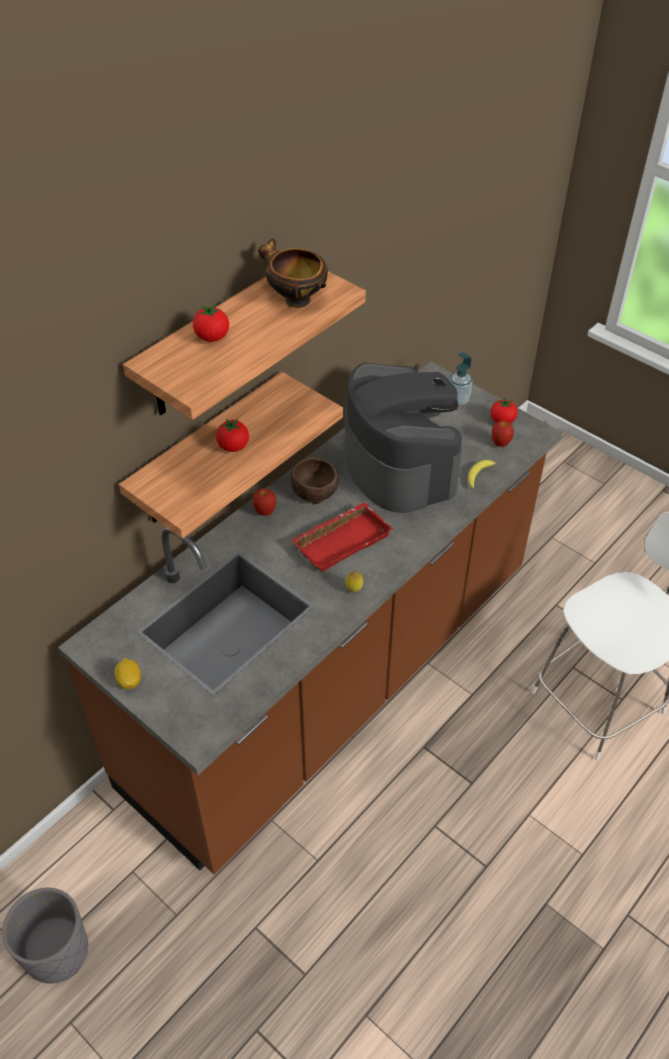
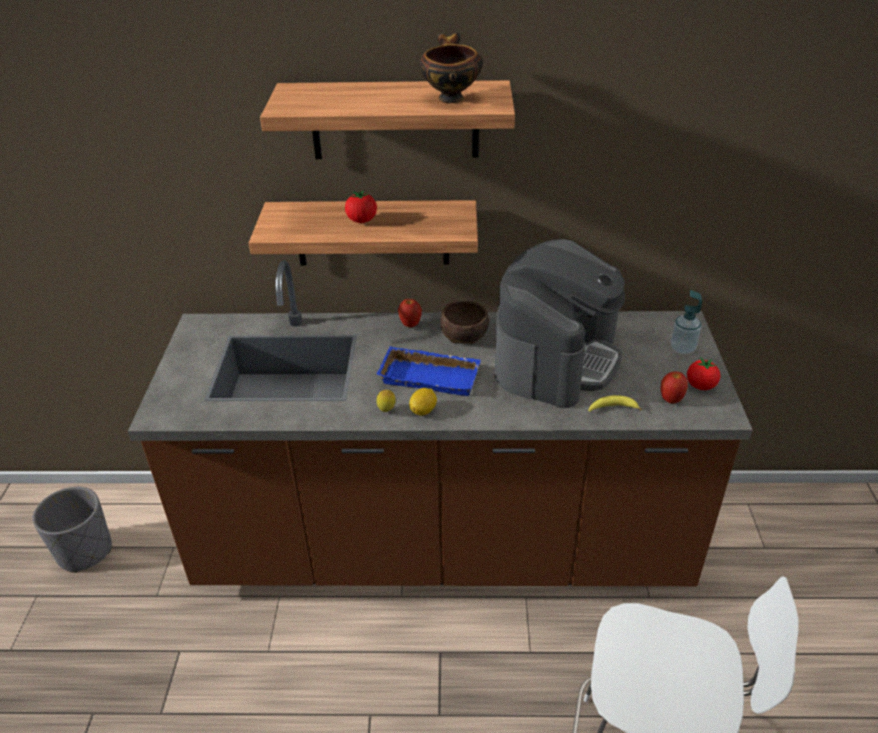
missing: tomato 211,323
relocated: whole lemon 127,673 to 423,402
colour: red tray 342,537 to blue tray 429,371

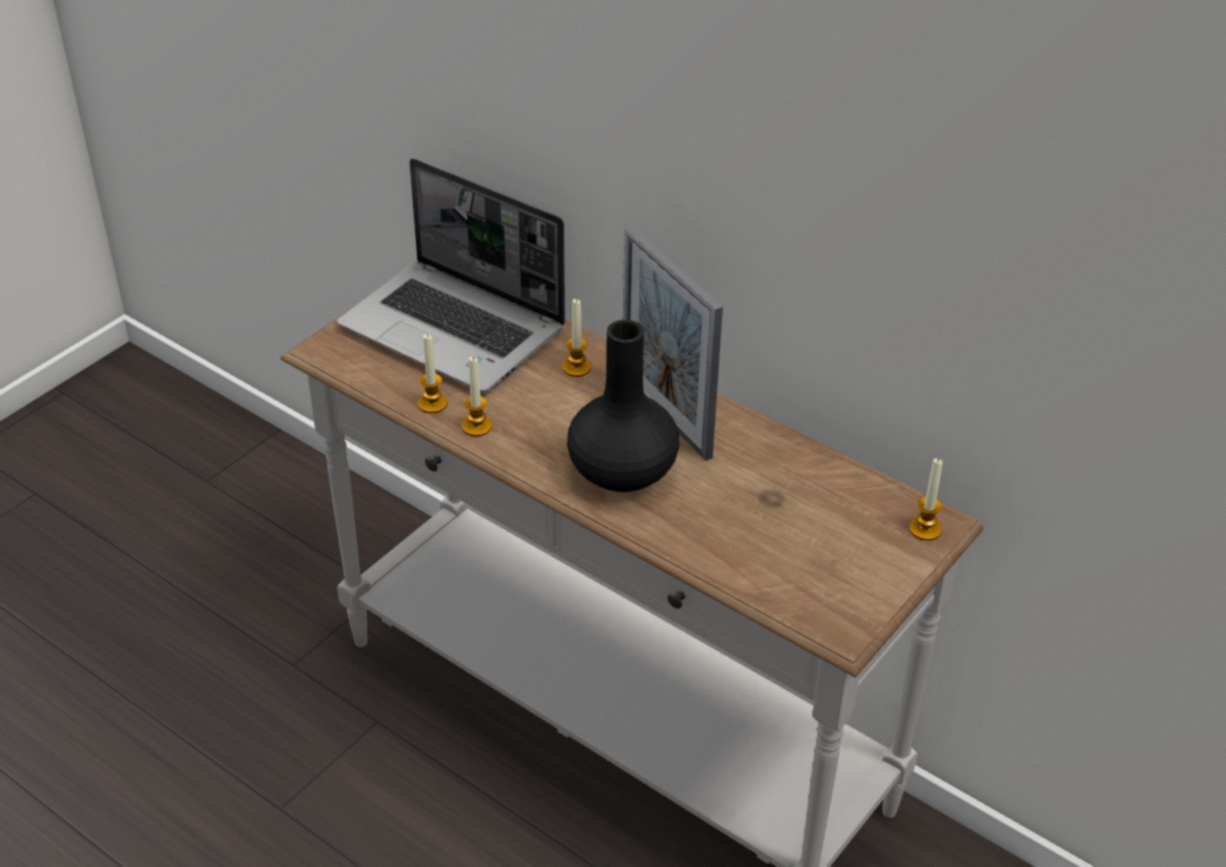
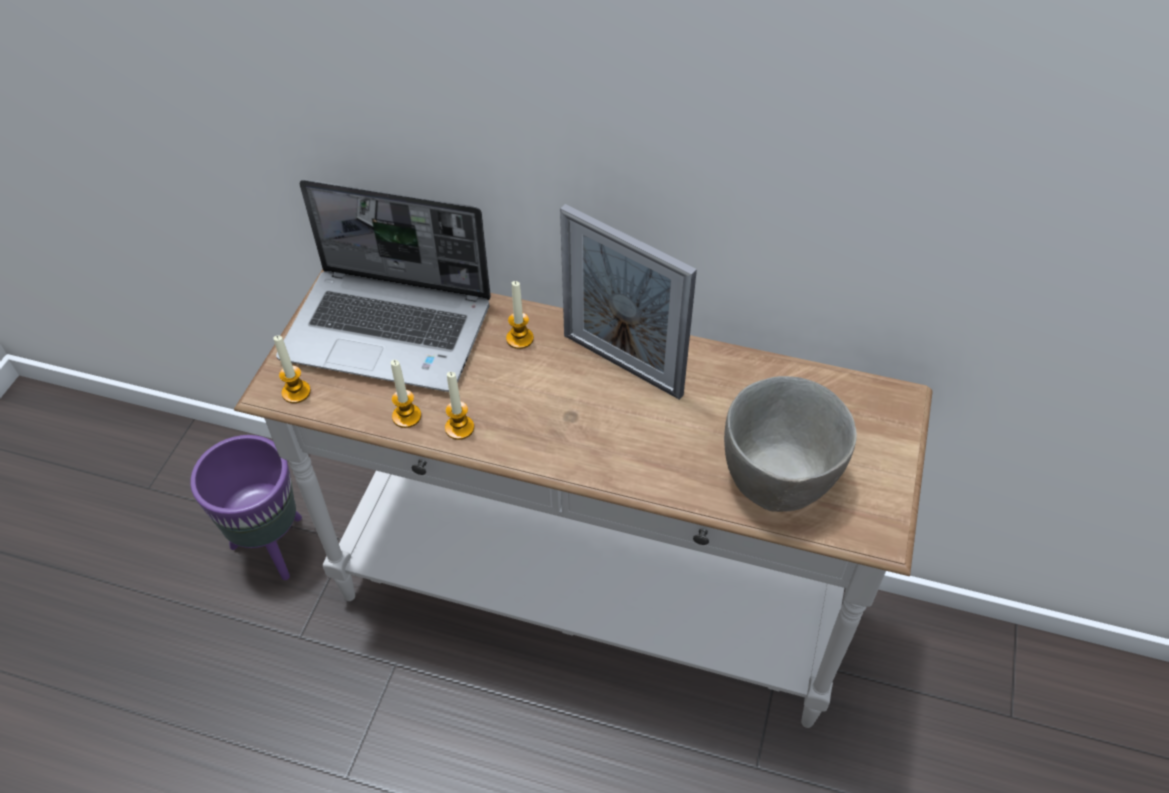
missing: black decorative vase 623,406
appeared: purple planter 246,507; gray bowl 790,444
relocated: wax light 926,499 to 292,369

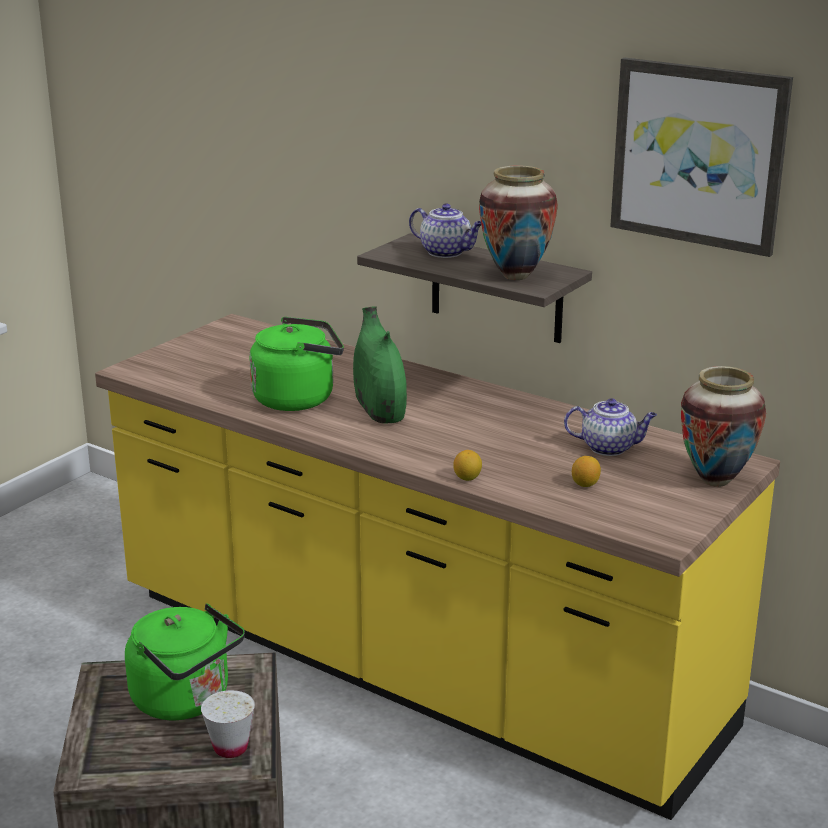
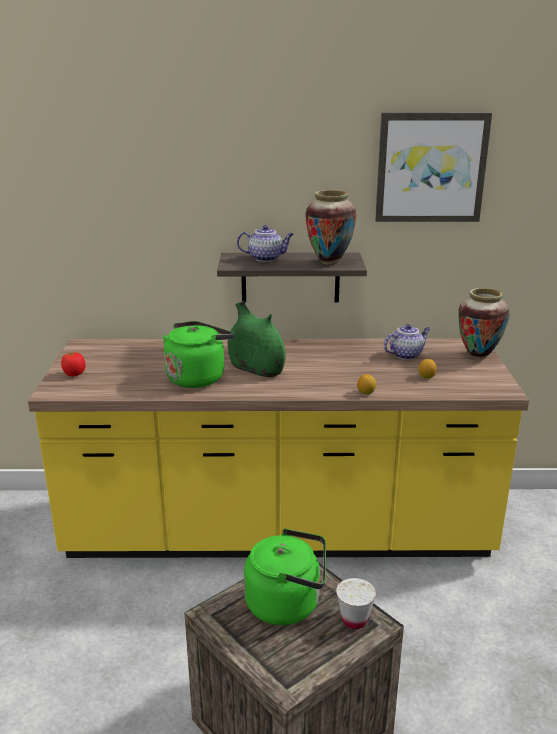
appeared: tomato 73,364

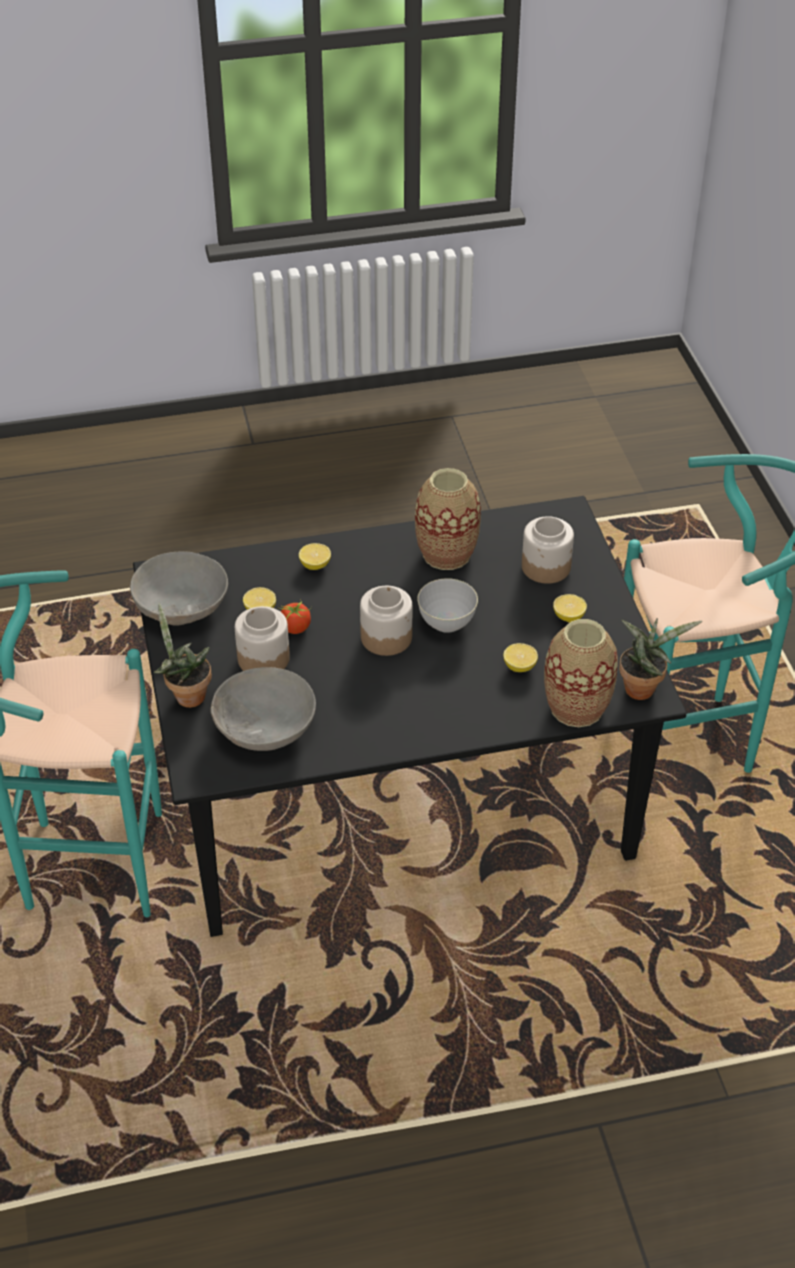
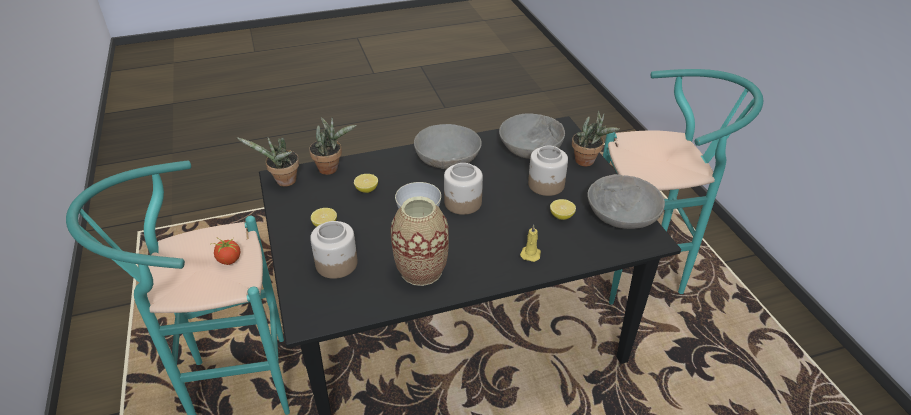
appeared: gray bowl 448,147
relocated: tomato 295,616 to 225,251
exchanged: whole lemon 315,556 to yellow-coloured wax light 530,243; decorative vase 581,673 to houseplant 333,146

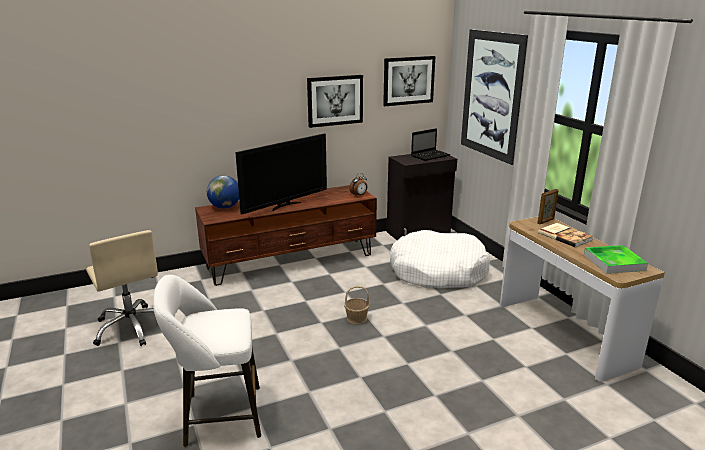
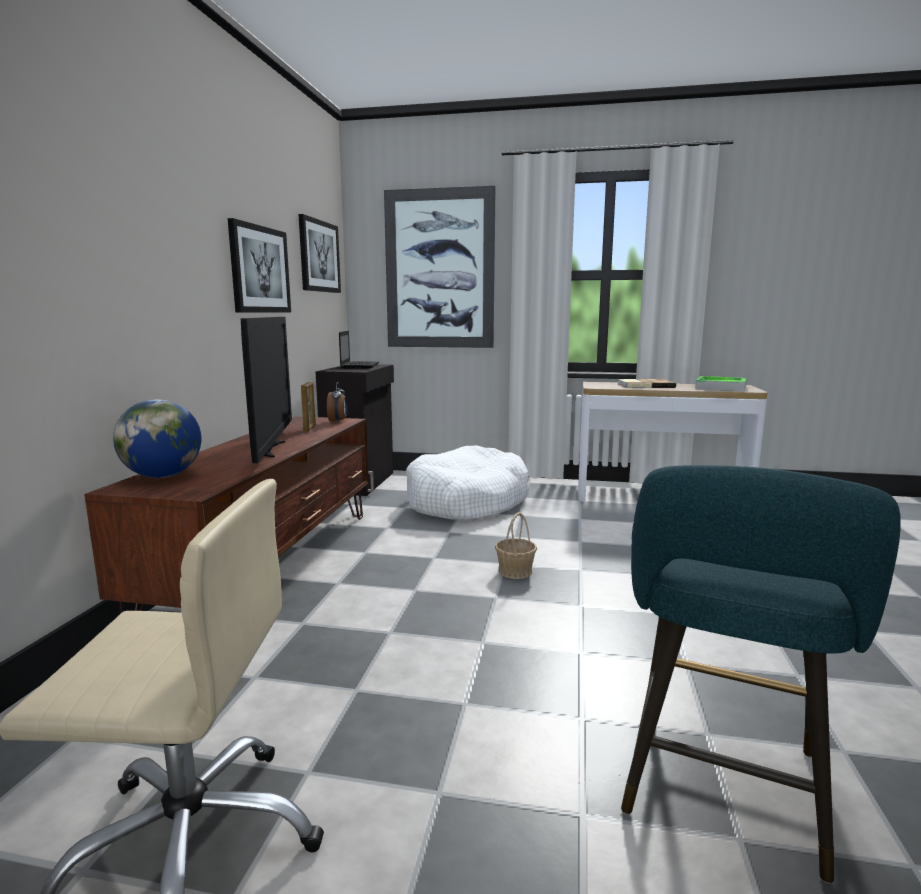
relocated: standing frame 547,206 to 308,407
colour: white stool seat 207,361 to turquoise-coloured stool seat 761,674

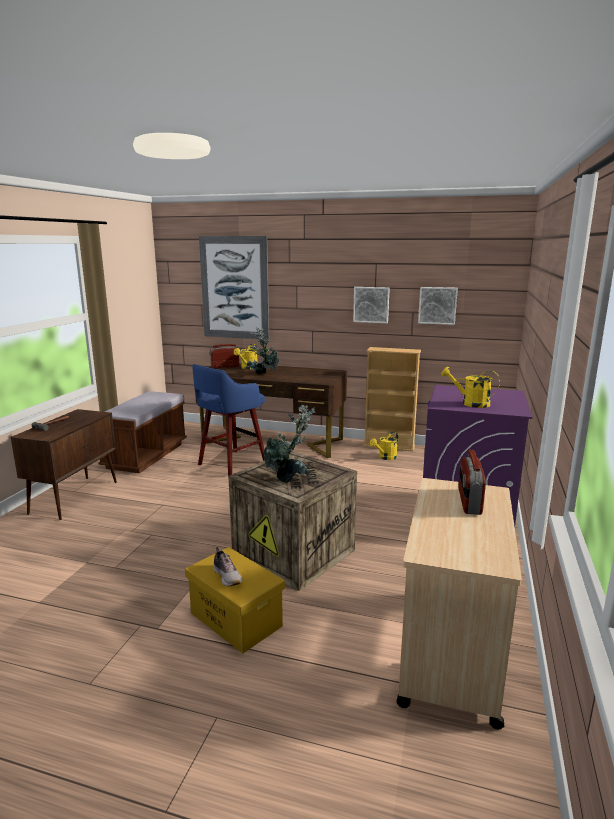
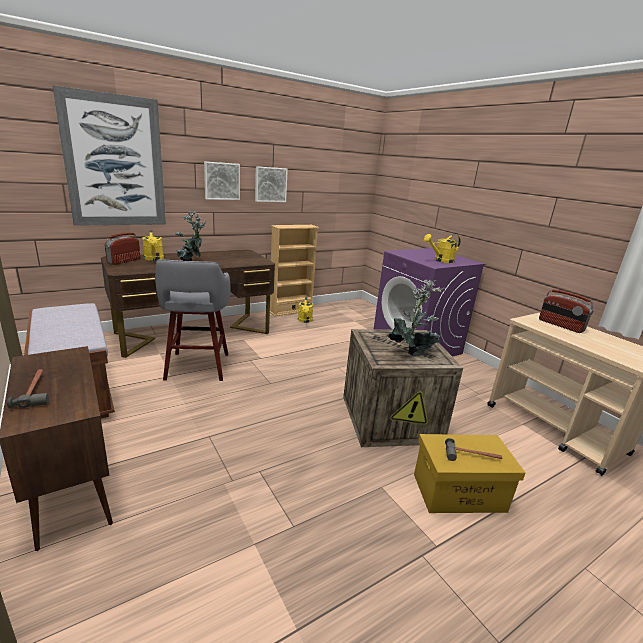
relocated: picture 438,306 to 222,181
exchanged: item of footwear 228,567 to tool hammer 473,449
colour: blue stool seat 229,420 to gray stool seat 193,320

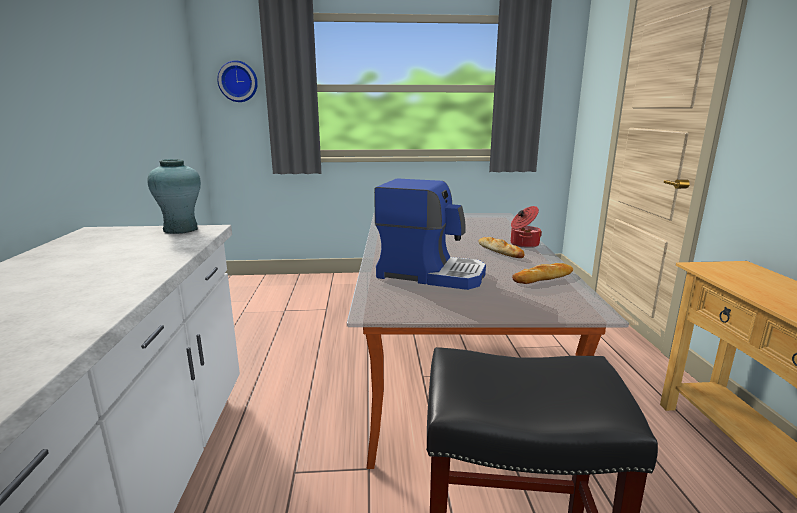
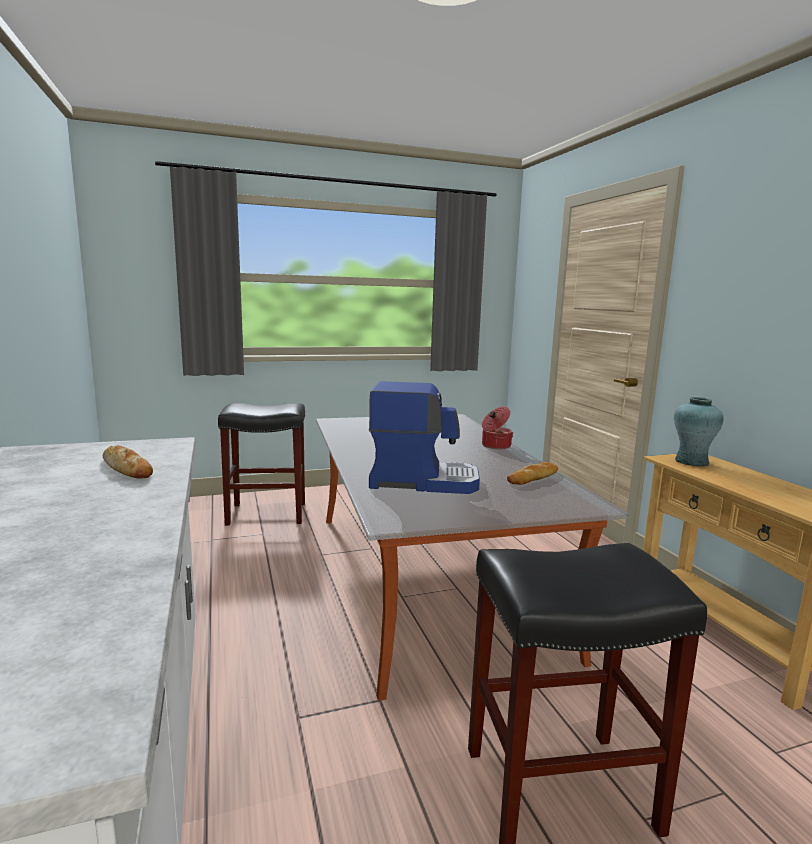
missing: clock on the wall 237,81
appeared: black stool seat 261,464
relocated: turquoise-coloured decorative vase 174,196 to 698,431; bread 501,247 to 128,461

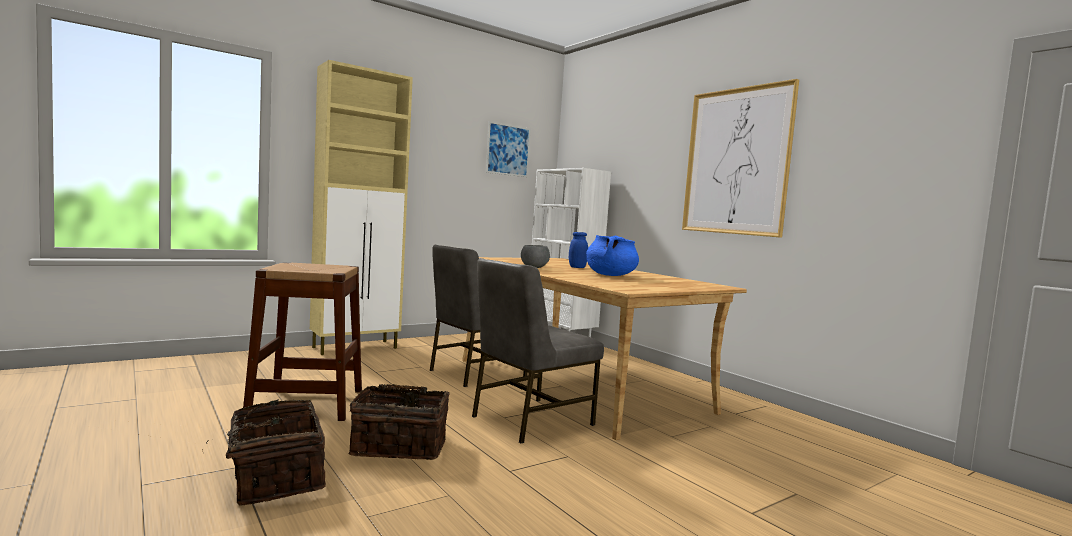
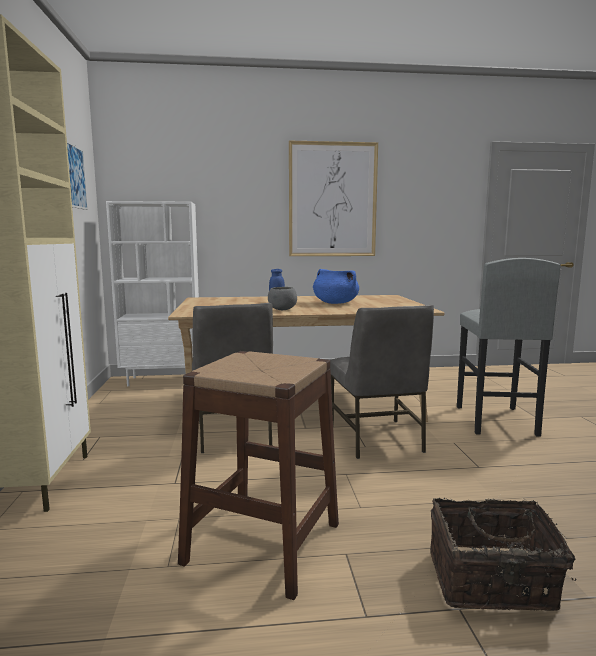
missing: basket 399,422
appeared: gray stool seat 509,347

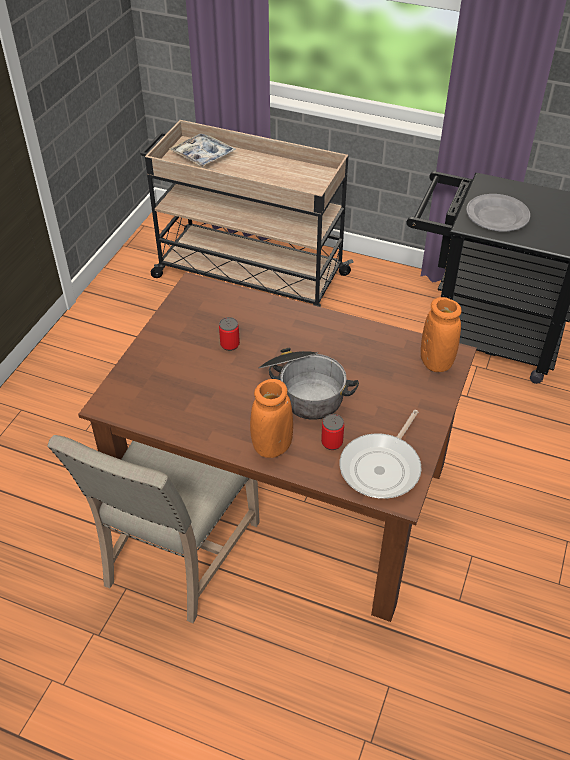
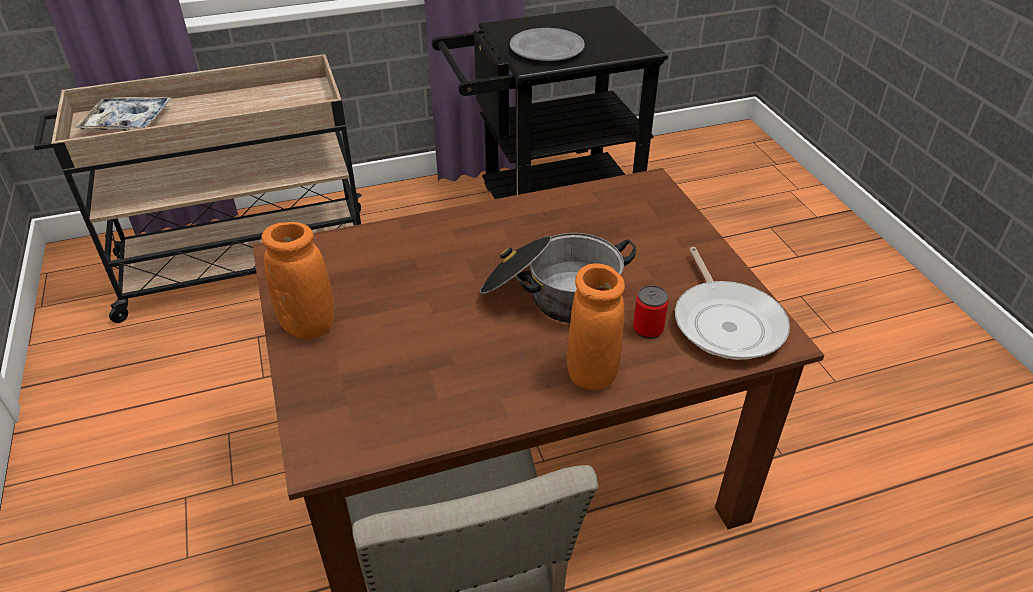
missing: sealed can 229,334
relocated: orange decorative vase 441,334 to 298,281

